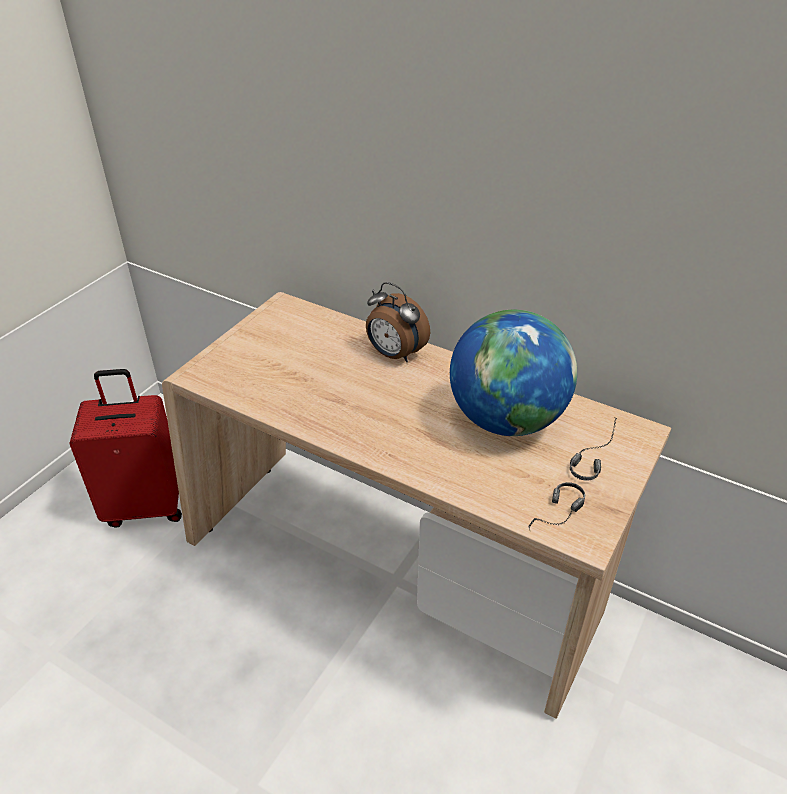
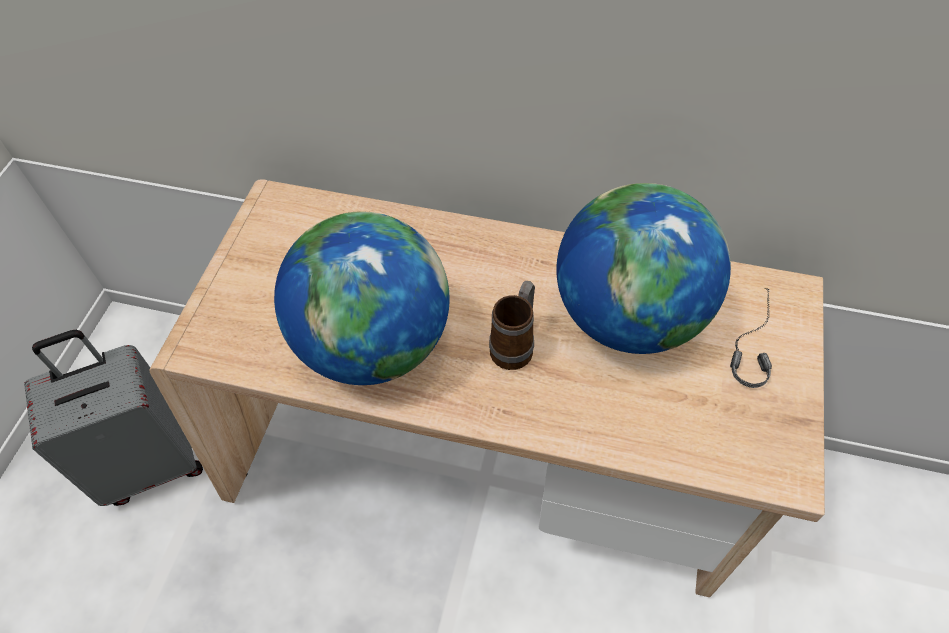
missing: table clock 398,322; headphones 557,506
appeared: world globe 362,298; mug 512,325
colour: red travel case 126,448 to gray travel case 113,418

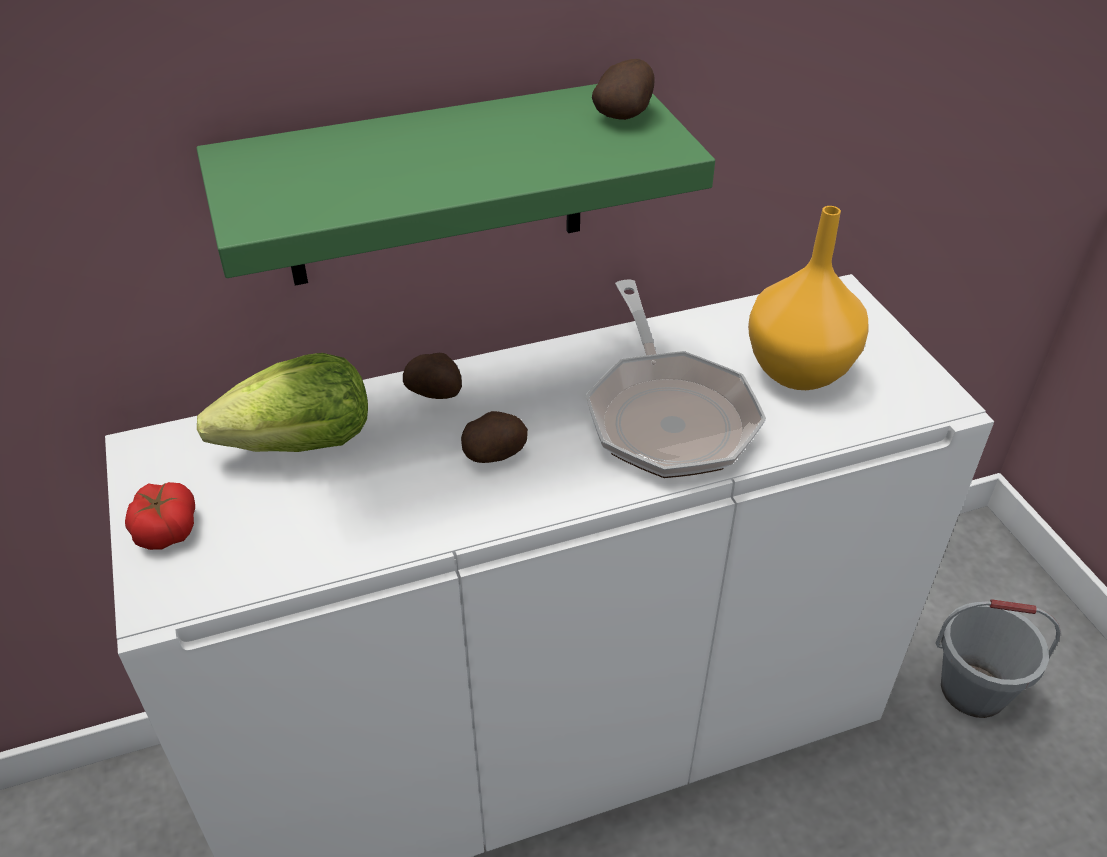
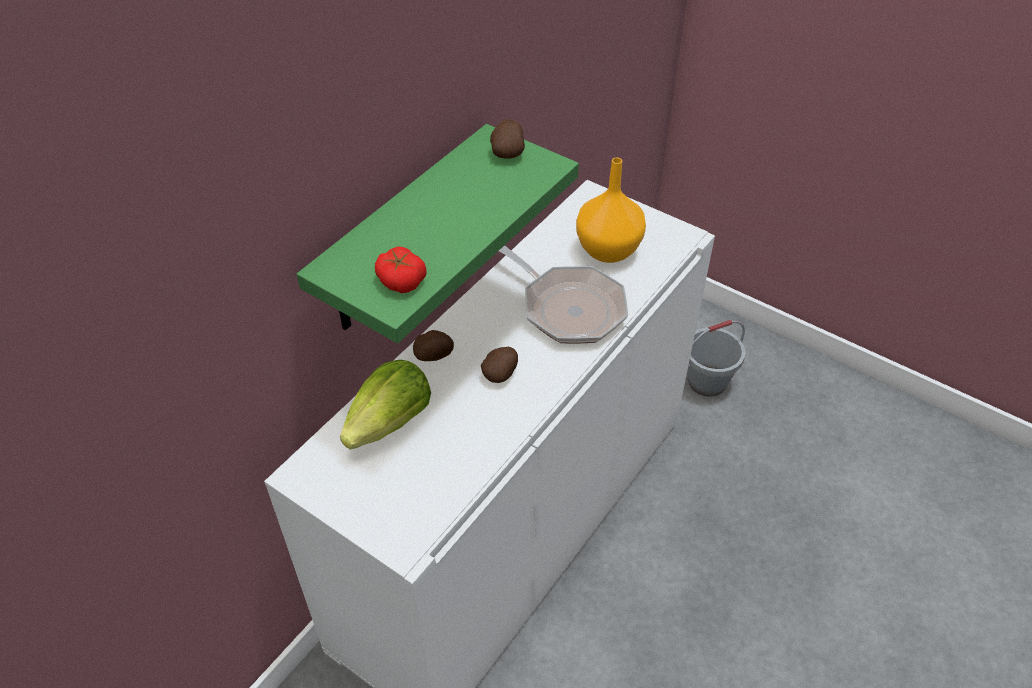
relocated: tomato 160,516 to 401,269

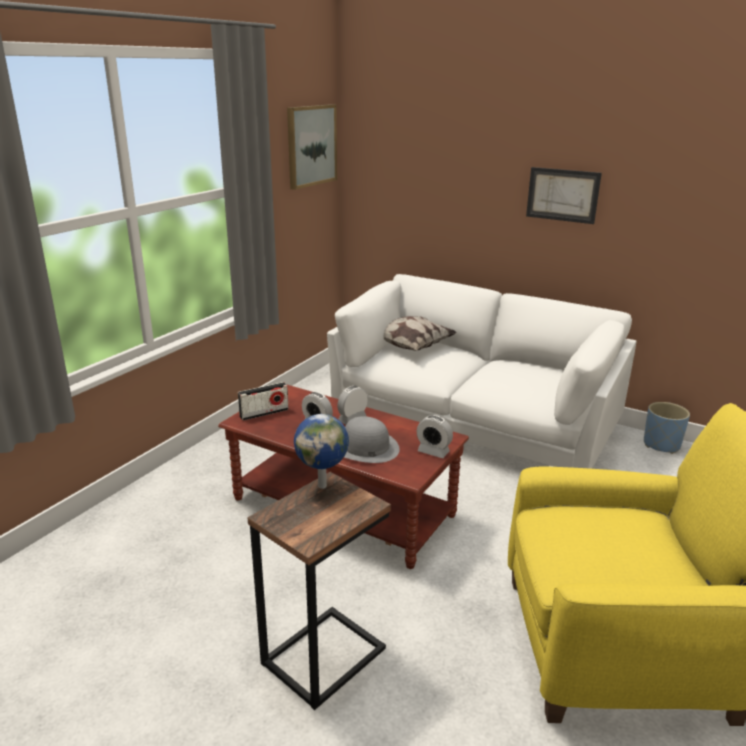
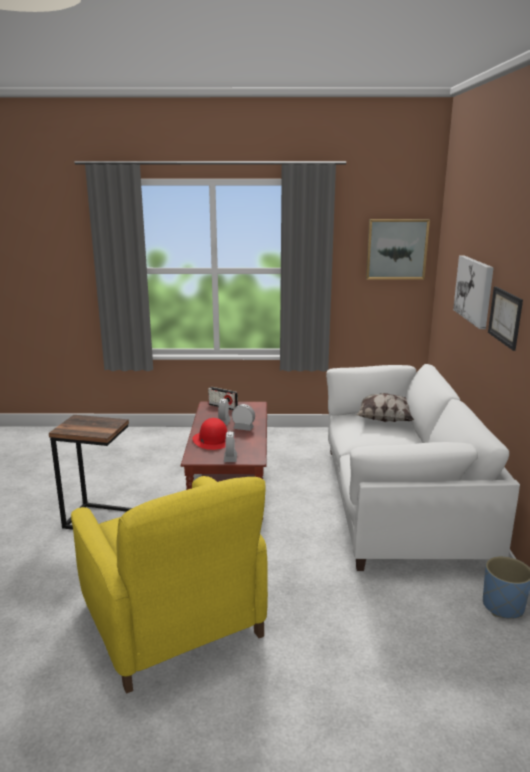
missing: world globe 321,451
appeared: picture 473,292
colour: gray hat 372,439 to red hat 210,434

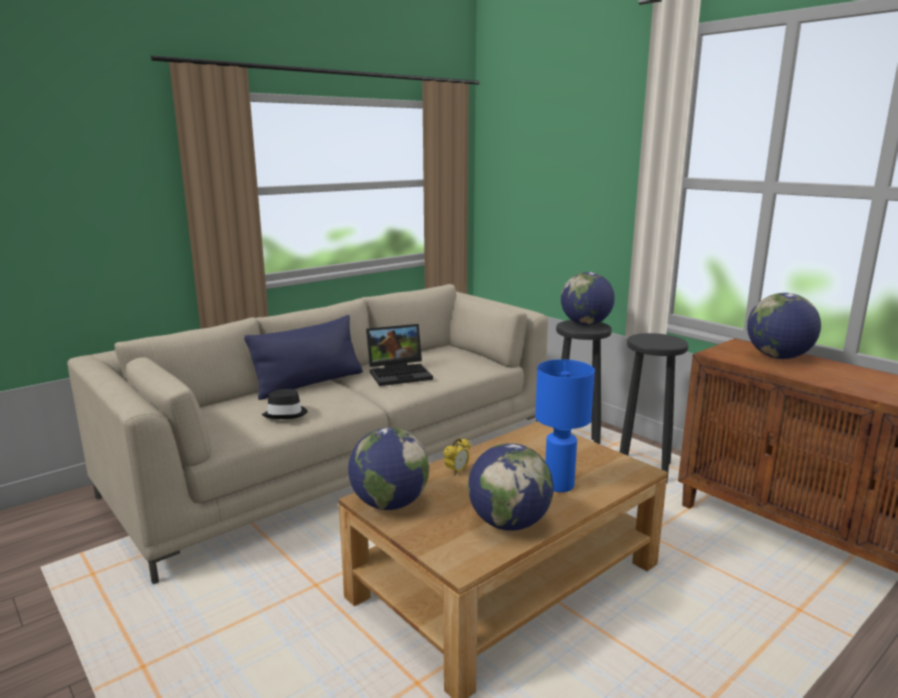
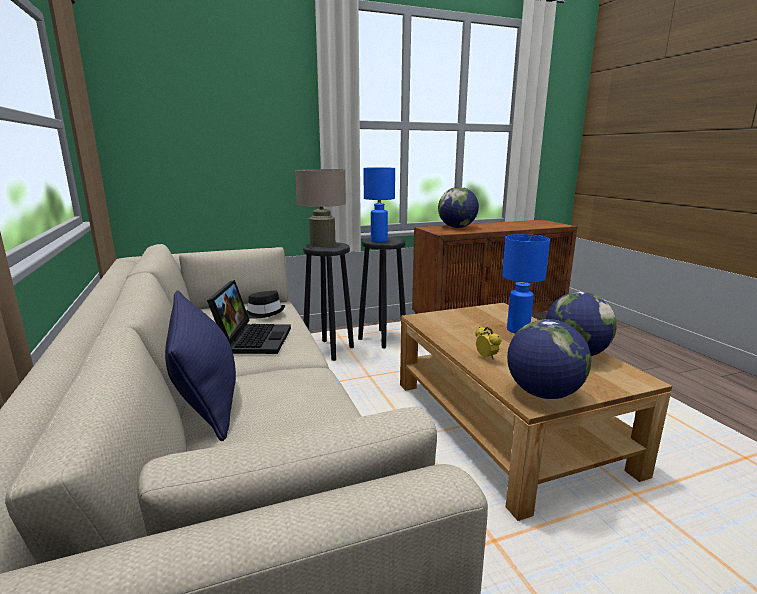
appeared: blue tabletop lamp 379,205
relocated: black hat 285,404 to 265,305
exchanged: world globe 588,298 to beige-coloured tabletop lamp 320,208

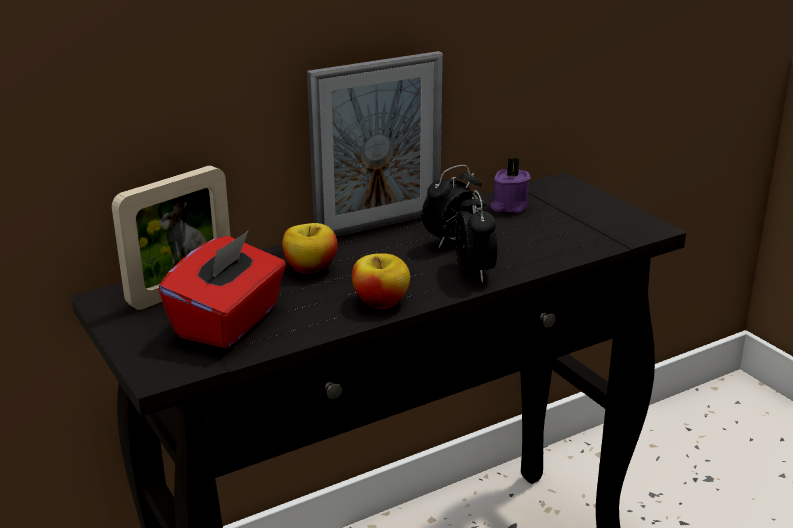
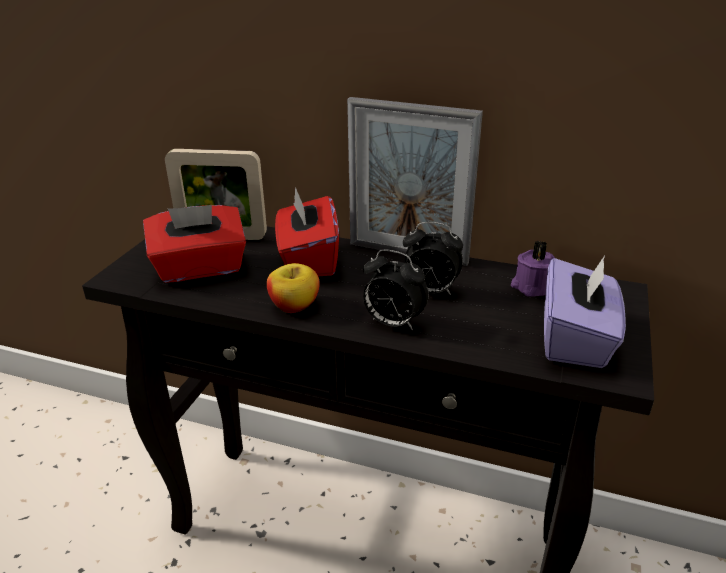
appeared: purple box of tissues 585,312
exchanged: whole apple 310,248 to red box of tissues 307,231
spun: table clock 476,236 = 396,289 75 degrees clockwise

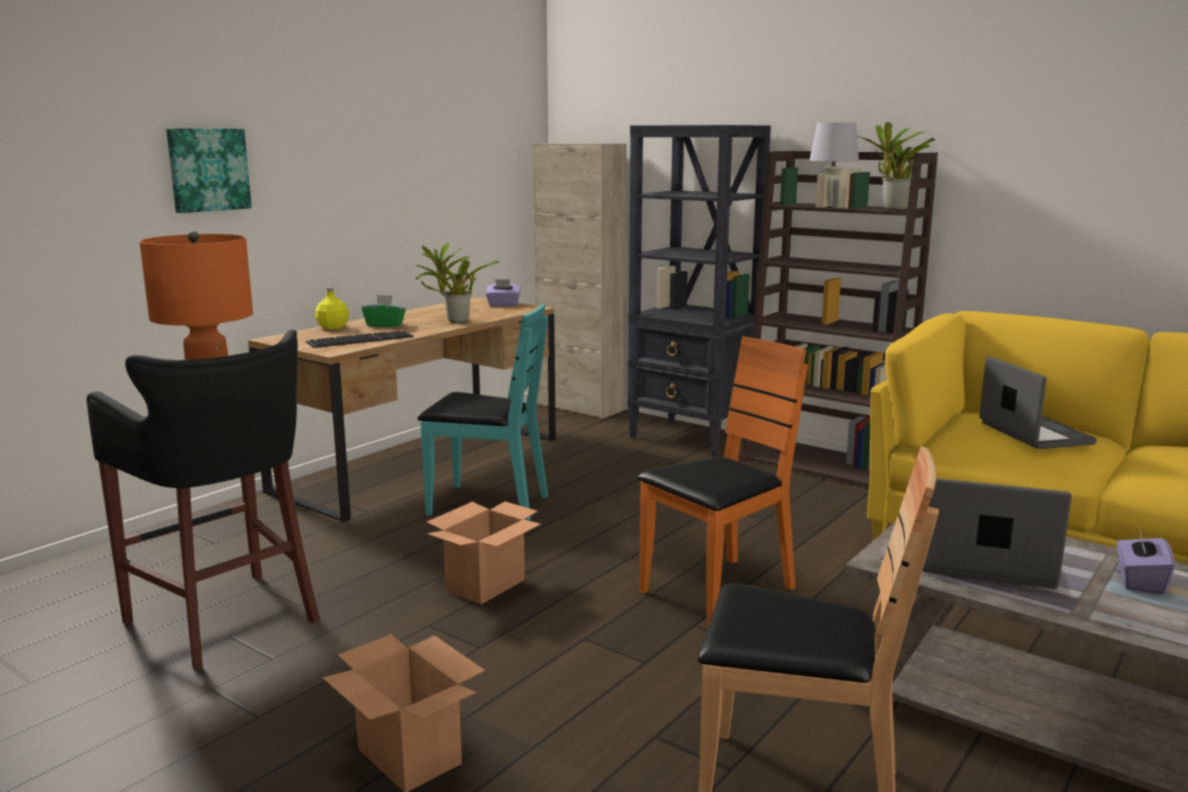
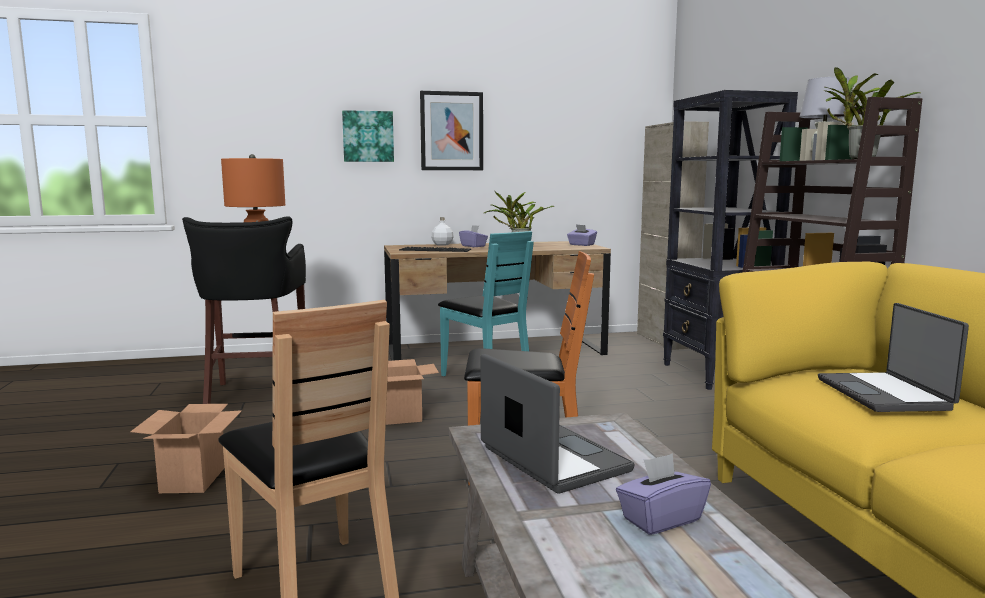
appeared: picture 451,130
colour: yellow-coloured beverage bottle 332,308 to white beverage bottle 442,231; greenish box of tissues 384,311 to purple box of tissues 473,236
spun: portable computer 1038,402 = 893,357 150 degrees clockwise

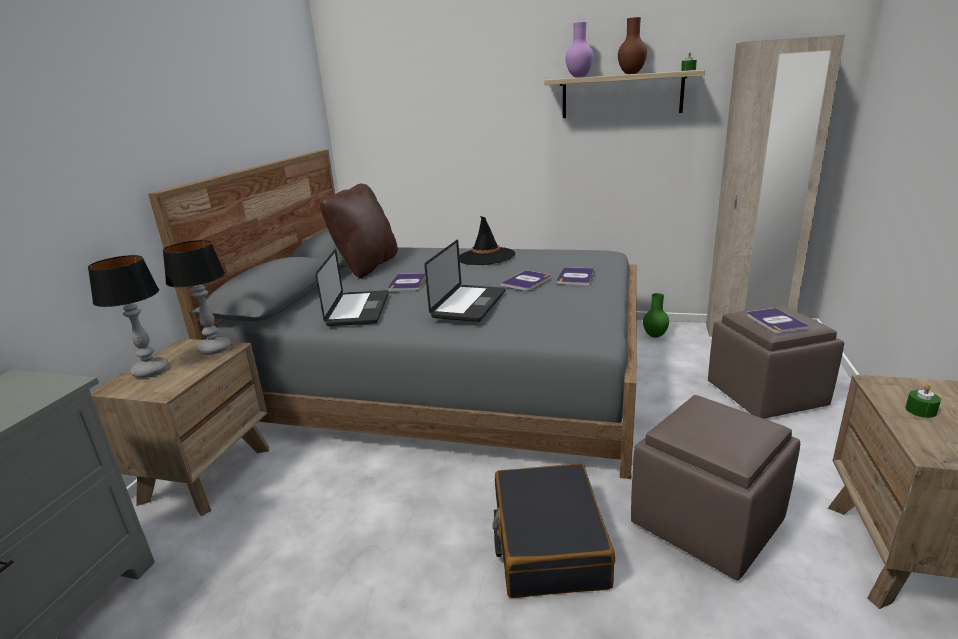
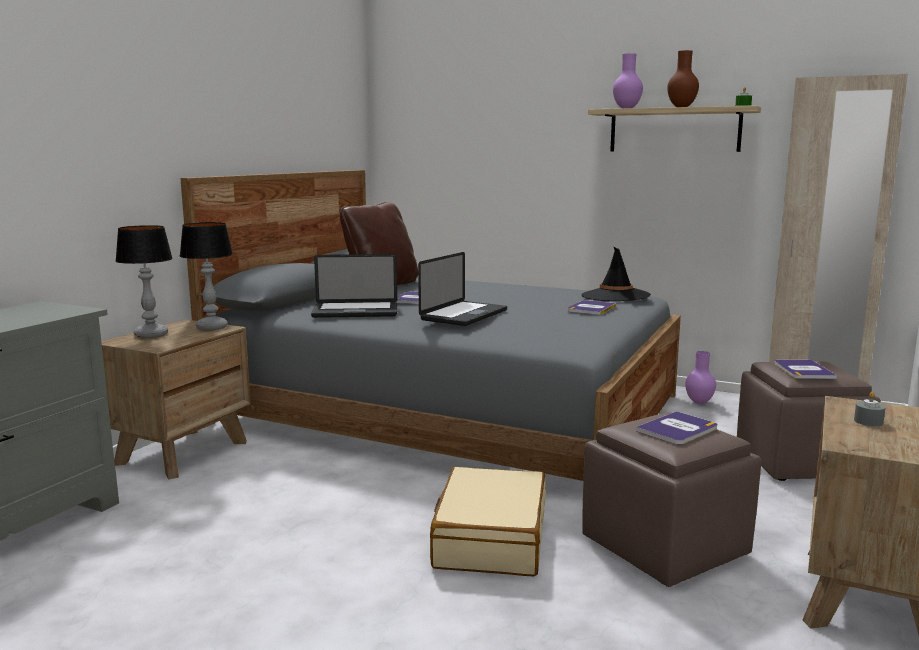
relocated: black hat 487,240 to 616,274; book 526,280 to 676,428
colour: black travel case 553,531 to beige-coloured travel case 488,521; greenish decorative vase 656,315 to purple decorative vase 700,377; greenish wax light 923,401 to gray wax light 869,409
spun: portable computer 352,287 = 354,286 75 degrees clockwise

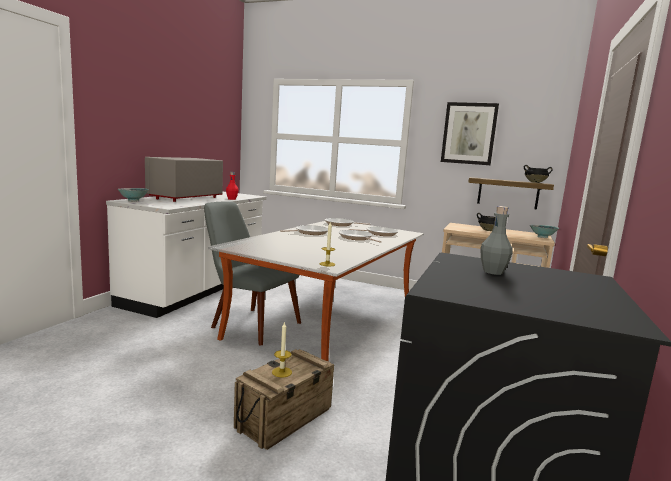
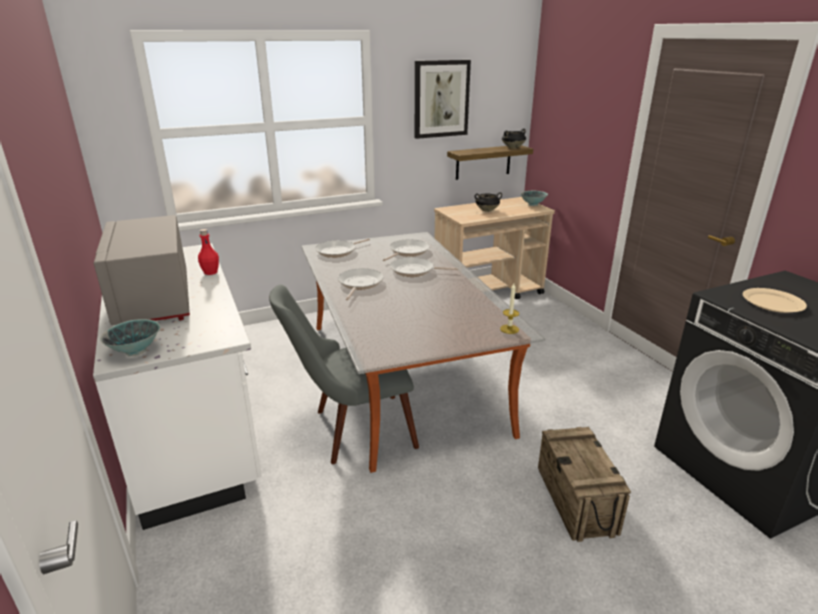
missing: wax light 282,349
exchanged: gray beverage bottle 496,240 to beige-coloured plate 775,300

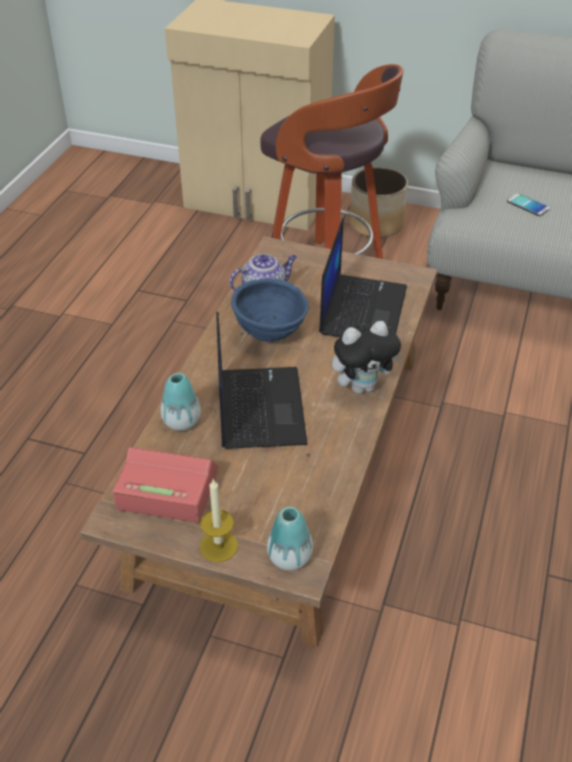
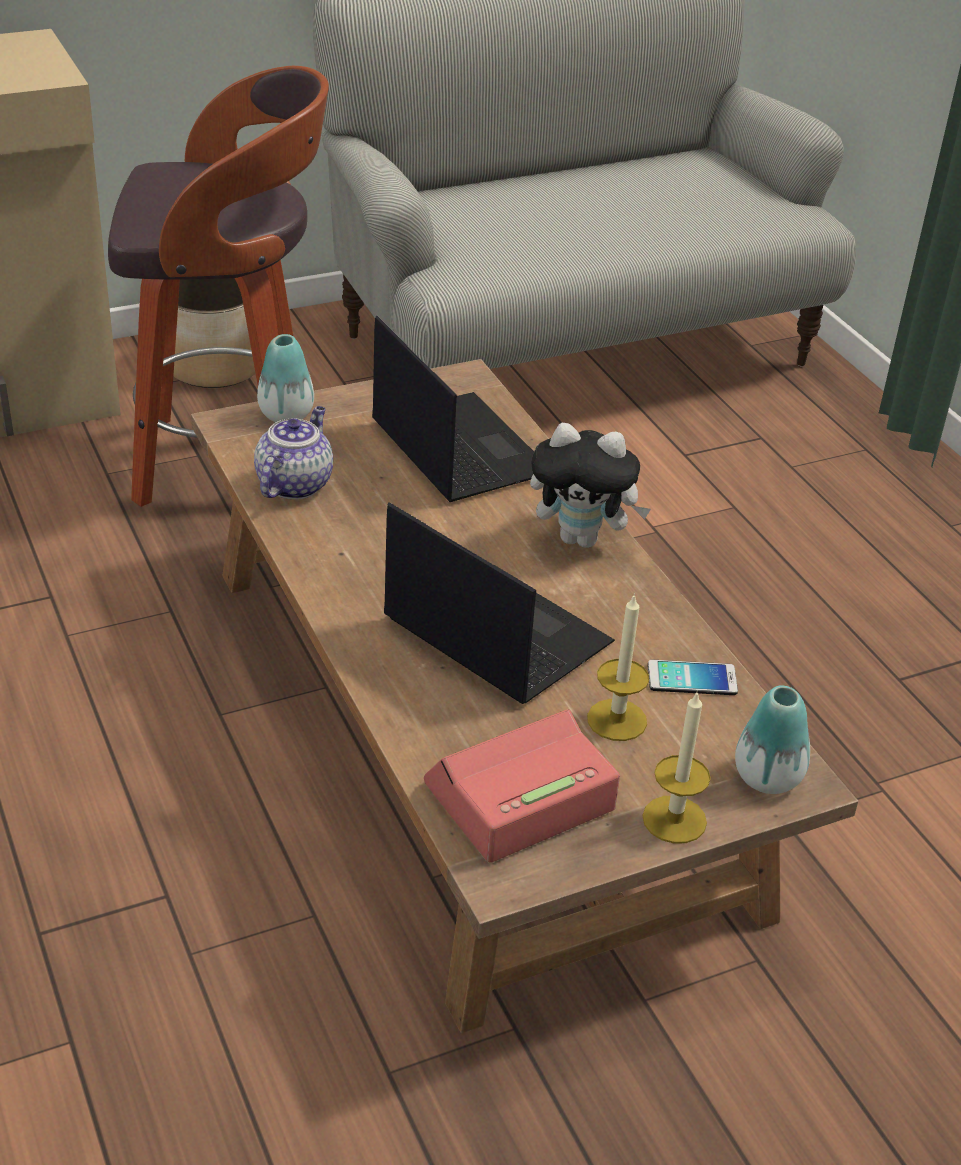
missing: blue bowl 269,310
appeared: wax light 618,667
relocated: decorative vase 181,402 to 285,378; telephone 528,204 to 693,677
spun: plush toy 367,357 = 590,485 75 degrees clockwise

